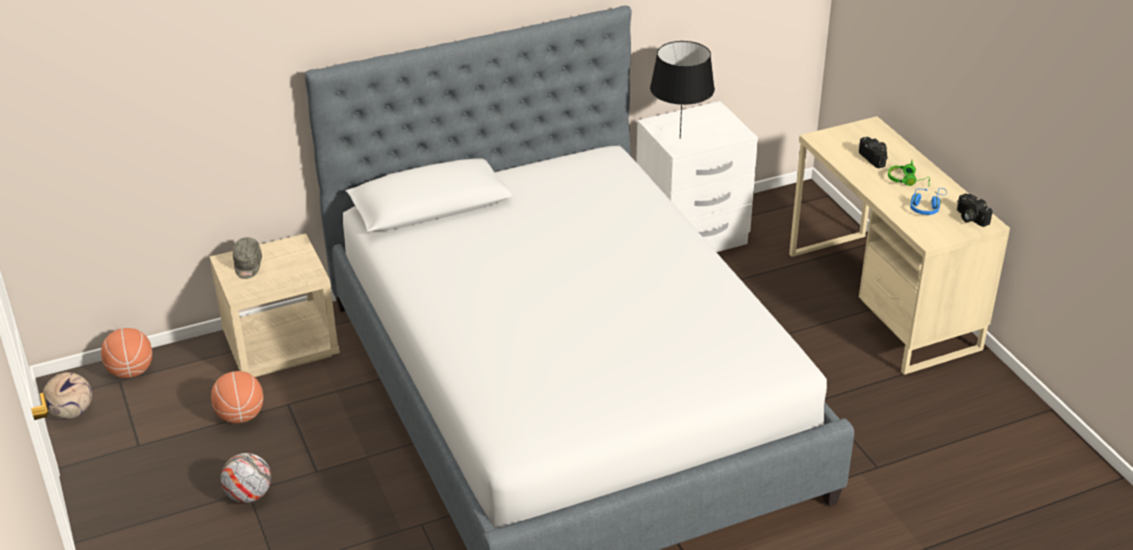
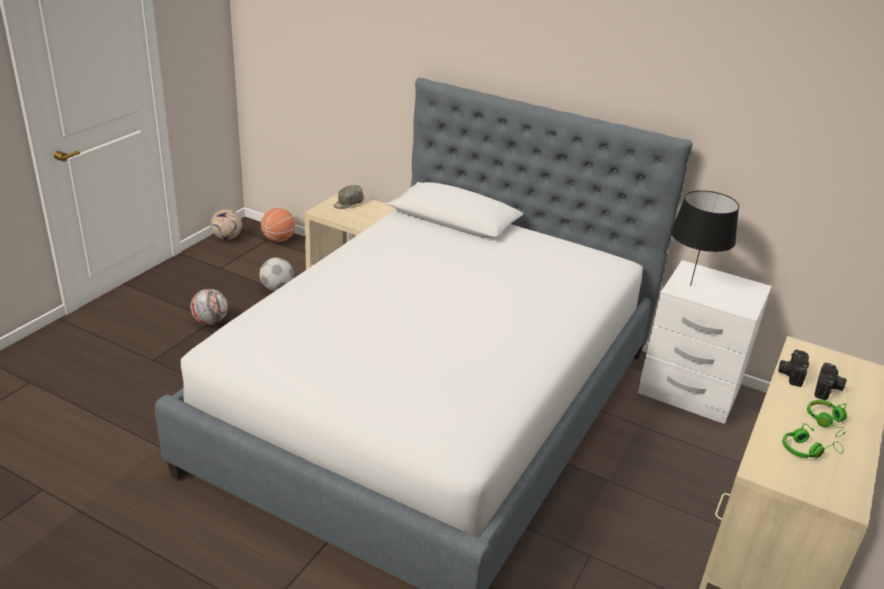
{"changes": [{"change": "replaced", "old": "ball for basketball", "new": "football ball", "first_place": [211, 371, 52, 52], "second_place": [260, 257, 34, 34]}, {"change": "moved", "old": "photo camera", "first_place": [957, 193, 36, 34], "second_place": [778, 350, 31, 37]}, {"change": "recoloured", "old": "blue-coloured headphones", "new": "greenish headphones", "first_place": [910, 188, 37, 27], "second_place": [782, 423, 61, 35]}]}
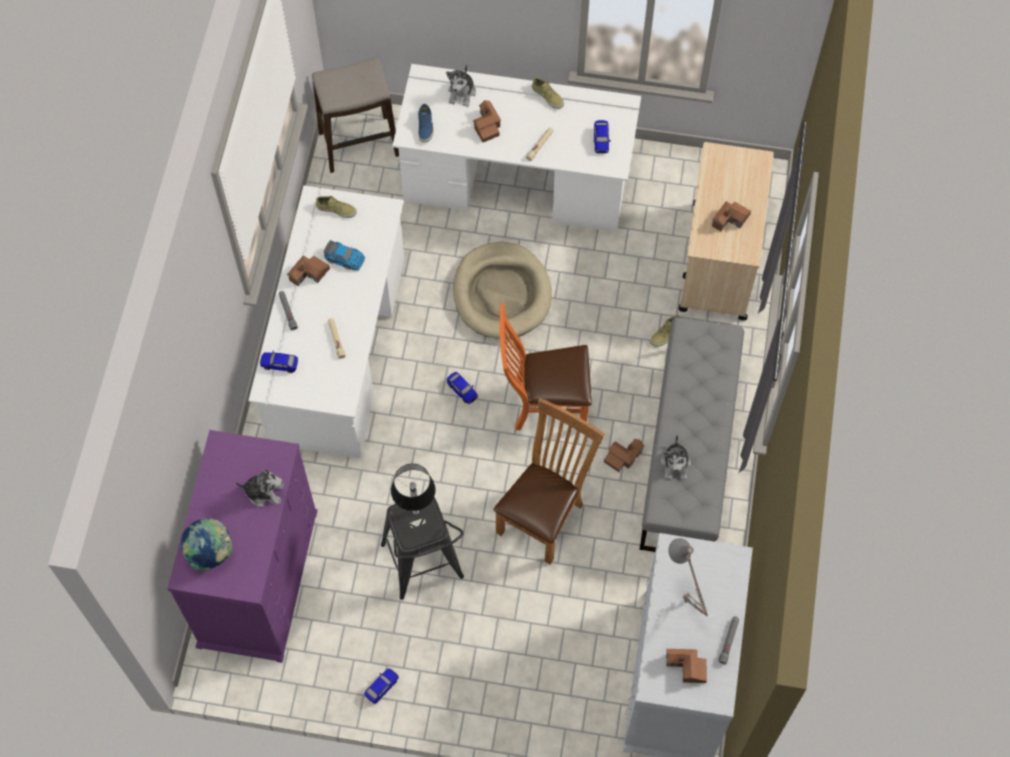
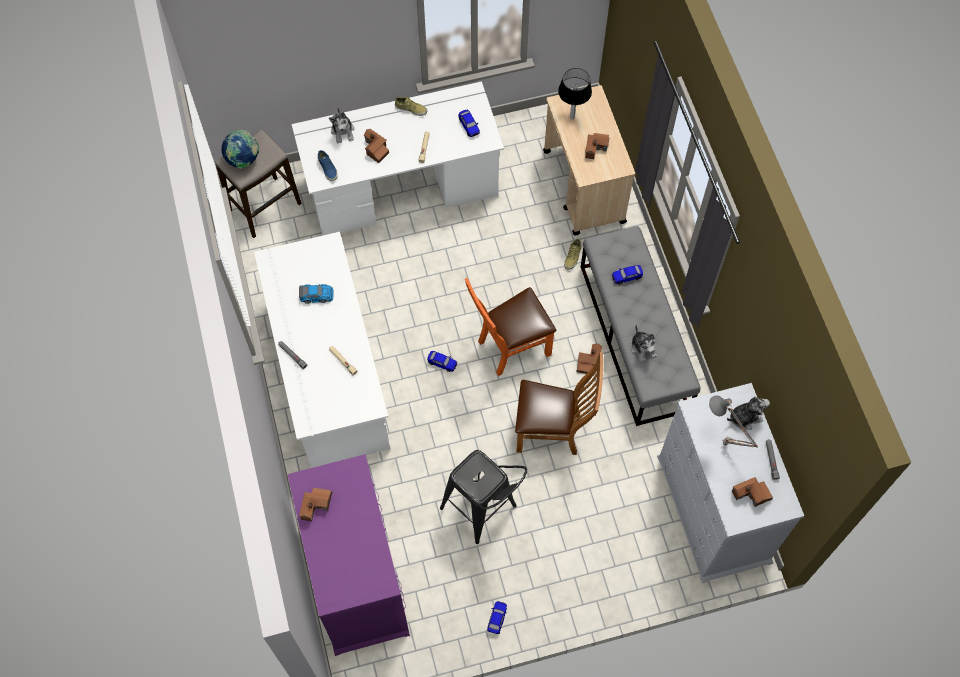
{"changes": [{"change": "moved", "old": "desk globe", "first_place": [181, 518, 51, 52], "second_place": [221, 130, 38, 39]}, {"change": "moved", "old": "model house", "first_place": [287, 255, 43, 31], "second_place": [299, 488, 33, 33]}, {"change": "turned", "old": "brown upright chair", "first_place": [494, 398, 110, 167], "second_place": [515, 352, 88, 103], "degrees": 90}, {"change": "moved", "old": "tabletop lamp", "first_place": [391, 464, 45, 51], "second_place": [558, 68, 34, 51]}, {"change": "moved", "old": "miniature car", "first_place": [260, 351, 38, 22], "second_place": [612, 265, 31, 19]}, {"change": "moved", "old": "plush toy", "first_place": [235, 470, 49, 37], "second_place": [727, 397, 43, 33]}, {"change": "removed", "old": "beige-coloured item of footwear", "first_place": [316, 196, 41, 22]}, {"change": "removed", "old": "beige-coloured dog cushion", "first_place": [453, 242, 99, 97]}]}
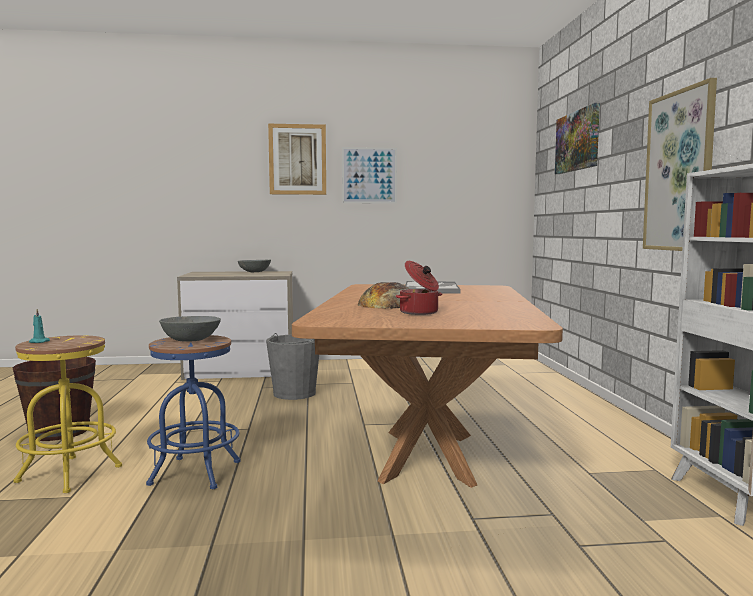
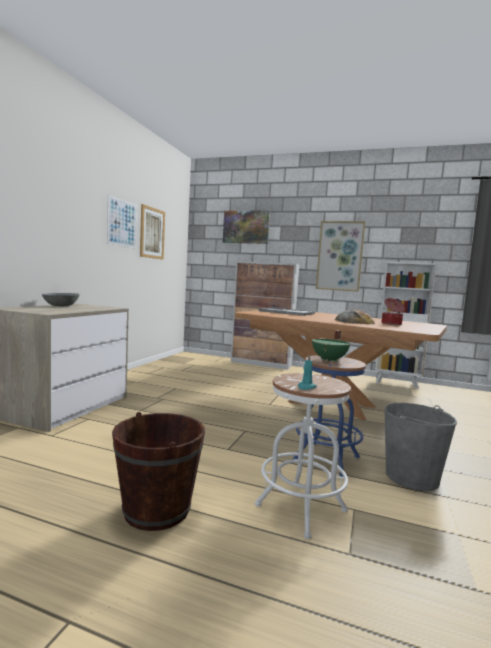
{"changes": [{"change": "moved", "old": "wall art", "first_place": [268, 124, 58, 71], "second_place": [140, 204, 25, 56]}, {"change": "added", "new": "cupboard", "second_place": [231, 261, 68, 109]}, {"change": "recoloured", "old": "yellow stool seat", "new": "white-coloured stool seat", "first_place": [14, 335, 108, 158], "second_place": [255, 373, 96, 166]}, {"change": "replaced", "old": "greyish serving bowl", "new": "greenish saucepot", "first_place": [159, 316, 62, 26], "second_place": [312, 330, 38, 32]}, {"change": "moved", "old": "greyish water bucket", "first_place": [266, 333, 53, 67], "second_place": [385, 403, 72, 88]}]}
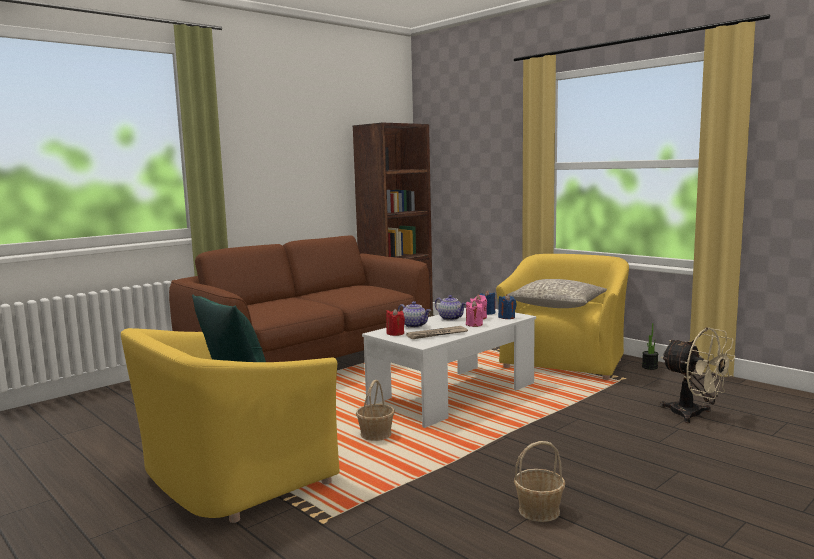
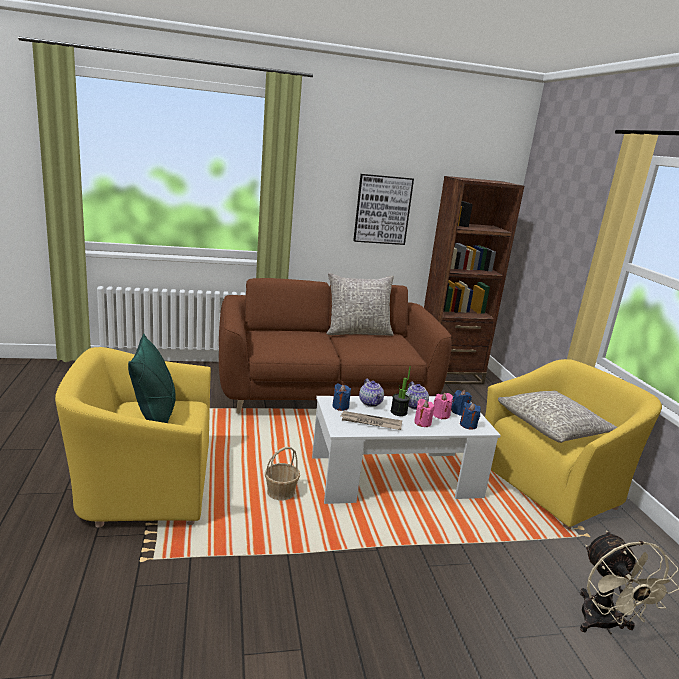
{"changes": [{"change": "added", "new": "greyish cushion", "second_place": [326, 273, 68, 63]}, {"change": "recoloured", "old": "red-coloured wax candle", "new": "blue-coloured wax candle", "first_place": [386, 308, 19, 28], "second_place": [332, 384, 19, 27]}, {"change": "added", "new": "wall art", "second_place": [353, 174, 61, 71]}, {"change": "moved", "old": "houseplant", "first_place": [642, 323, 16, 47], "second_place": [391, 366, 20, 50]}, {"change": "removed", "old": "basket", "first_place": [514, 441, 51, 81]}]}
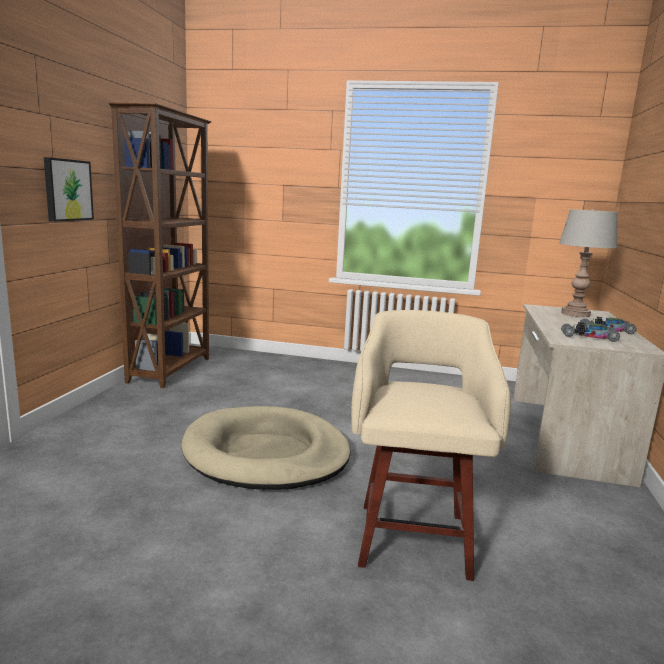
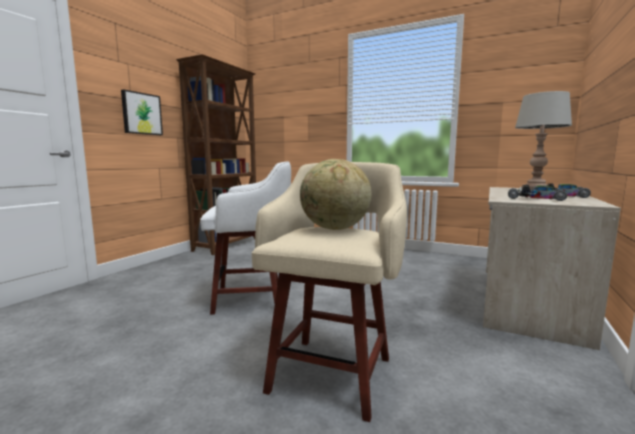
{"changes": [{"change": "replaced", "old": "beige-coloured dog cushion", "new": "white-coloured stool seat", "first_place": [181, 406, 170, 84], "second_place": [200, 161, 91, 154]}, {"change": "added", "new": "desk globe", "second_place": [300, 159, 72, 71]}]}
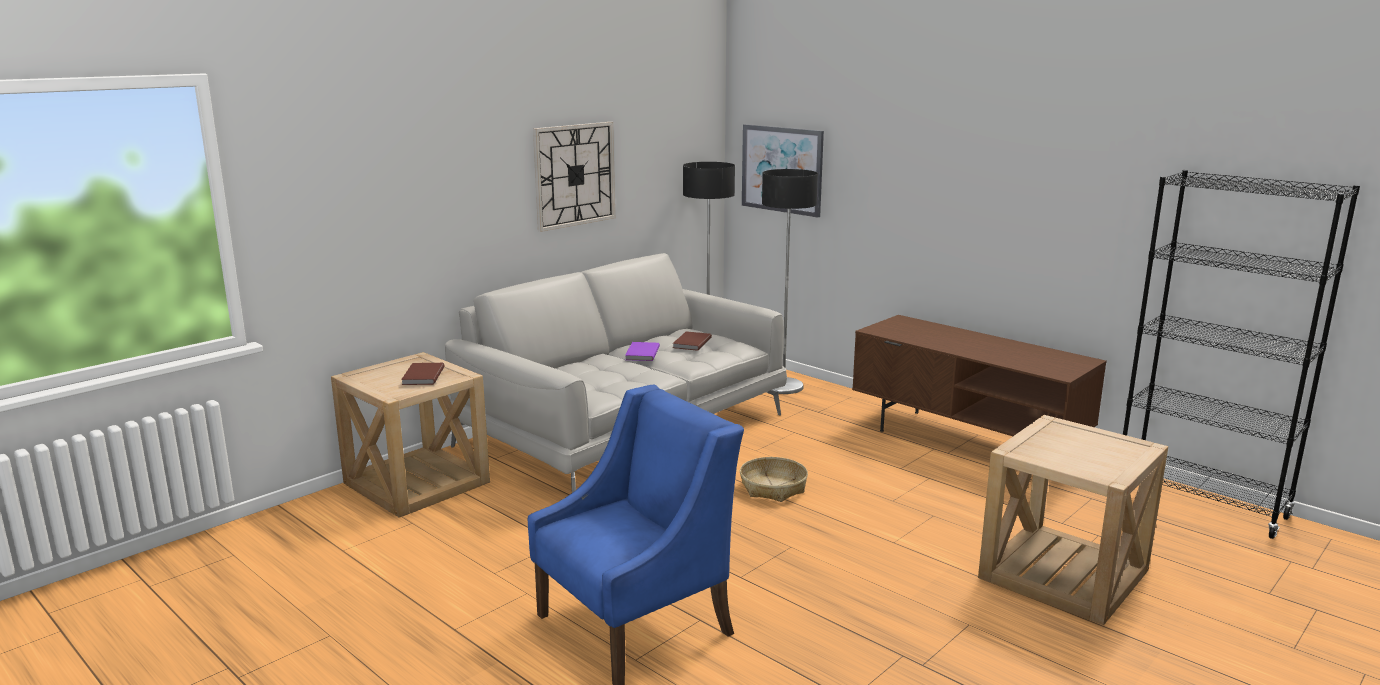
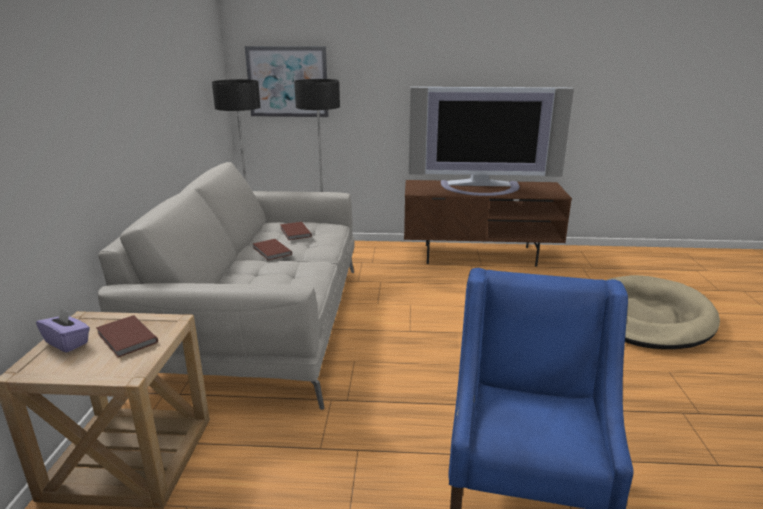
{"changes": [{"change": "added", "new": "purple-coloured box of tissues", "second_place": [36, 308, 54, 45]}, {"change": "recoloured", "old": "purple-coloured volume", "new": "brown volume", "first_place": [625, 342, 35, 19], "second_place": [253, 239, 39, 21]}, {"change": "added", "new": "television", "second_place": [408, 87, 166, 109]}, {"change": "replaced", "old": "beige-coloured accent table", "new": "beige-coloured dog cushion", "first_place": [978, 415, 190, 210], "second_place": [607, 275, 113, 74]}, {"change": "removed", "old": "hanging clock", "first_place": [533, 122, 82, 110]}, {"change": "removed", "old": "basket", "first_place": [740, 457, 68, 45]}, {"change": "removed", "old": "black bookshelf", "first_place": [1123, 170, 237, 369]}]}
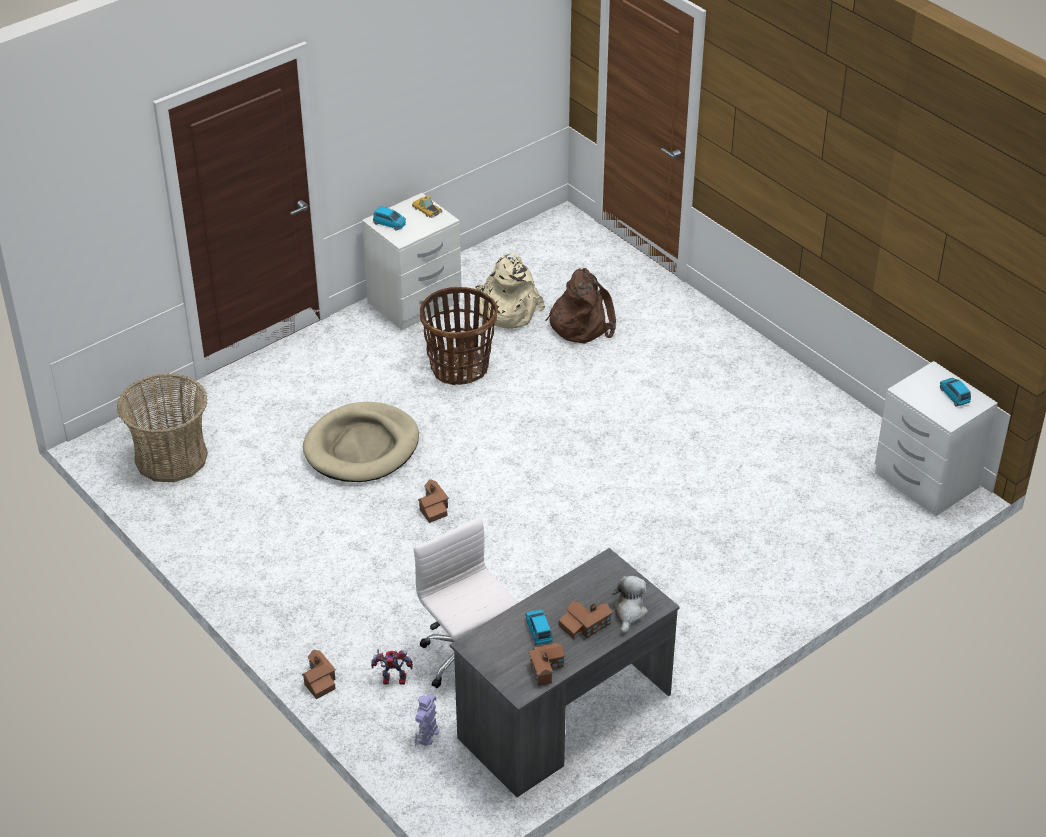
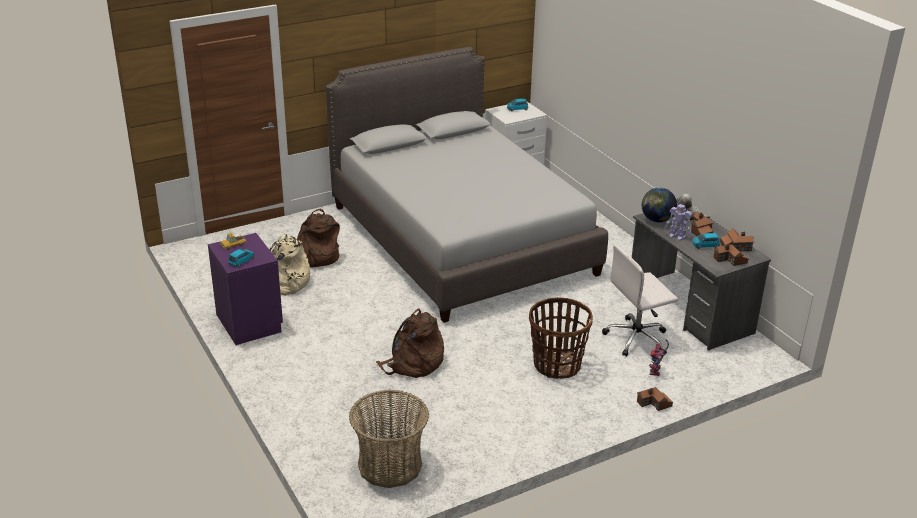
{"changes": [{"change": "recoloured", "old": "white-coloured nightstand", "new": "purple-coloured nightstand", "first_place": [362, 193, 99, 137], "second_place": [208, 233, 75, 112]}, {"change": "added", "new": "greyish sleeping bed", "second_place": [326, 47, 282, 276]}, {"change": "replaced", "old": "beige-coloured dog cushion", "new": "brown rucksack", "first_place": [303, 402, 116, 80], "second_place": [376, 308, 68, 70]}, {"change": "moved", "old": "basket", "first_place": [420, 287, 78, 98], "second_place": [529, 297, 64, 82]}, {"change": "added", "new": "desk globe", "second_place": [642, 187, 35, 35]}, {"change": "moved", "old": "toy robot", "first_place": [415, 694, 24, 52], "second_place": [664, 204, 28, 37]}, {"change": "moved", "old": "model house", "first_place": [418, 479, 31, 44], "second_place": [714, 244, 34, 22]}]}
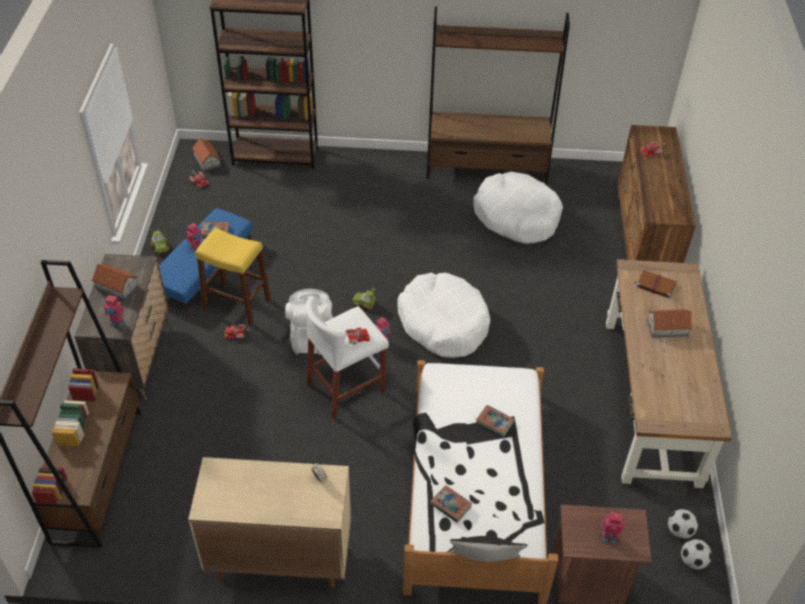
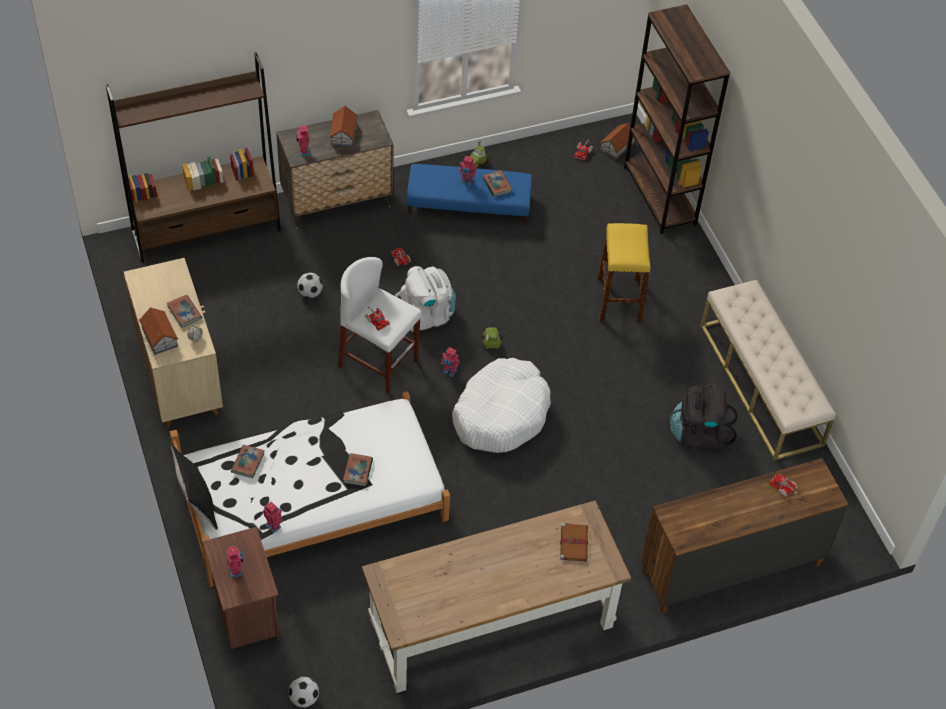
{"changes": [{"change": "moved", "old": "model house", "first_place": [647, 310, 45, 28], "second_place": [139, 307, 39, 48]}, {"change": "added", "new": "volume", "second_place": [166, 295, 36, 32]}, {"change": "added", "new": "toy robot", "second_place": [263, 502, 20, 32]}, {"change": "moved", "old": "football ball", "first_place": [668, 509, 30, 30], "second_place": [297, 273, 26, 25]}, {"change": "moved", "old": "yellow stool seat", "first_place": [195, 228, 76, 98], "second_place": [597, 223, 53, 100]}, {"change": "replaced", "old": "white-coloured dog cushion", "new": "black rucksack", "first_place": [473, 172, 90, 72], "second_place": [669, 383, 69, 66]}, {"change": "replaced", "old": "brown bookshelf", "new": "beige-coloured indoor bench", "first_place": [427, 6, 143, 179], "second_place": [700, 280, 136, 181]}]}
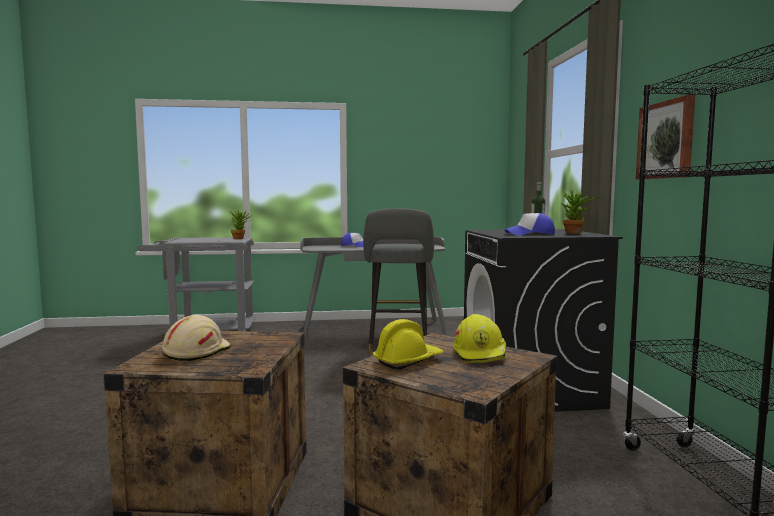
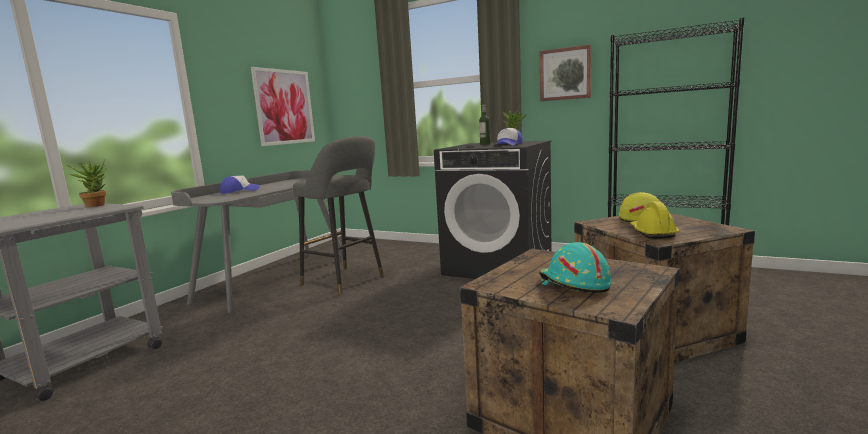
{"changes": [{"change": "added", "new": "wall art", "second_place": [251, 67, 64, 79]}, {"change": "recoloured", "old": "beige-coloured work helmet", "new": "turquoise work helmet", "first_place": [162, 315, 69, 46], "second_place": [539, 242, 73, 51]}]}
